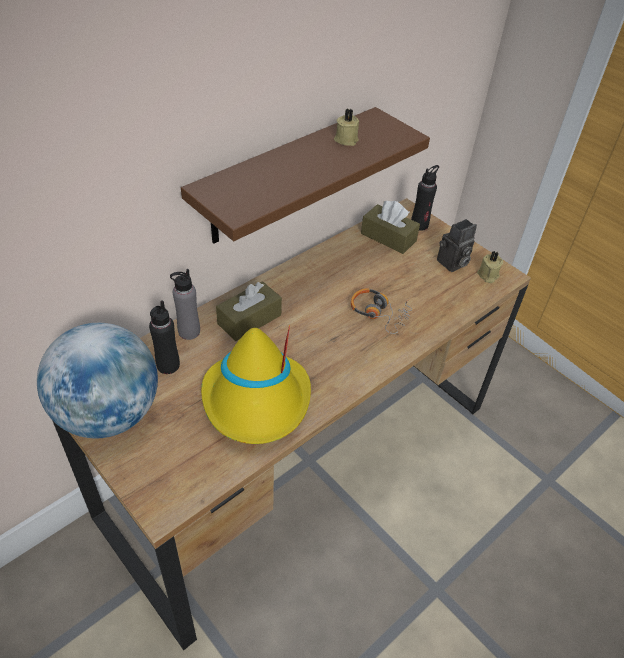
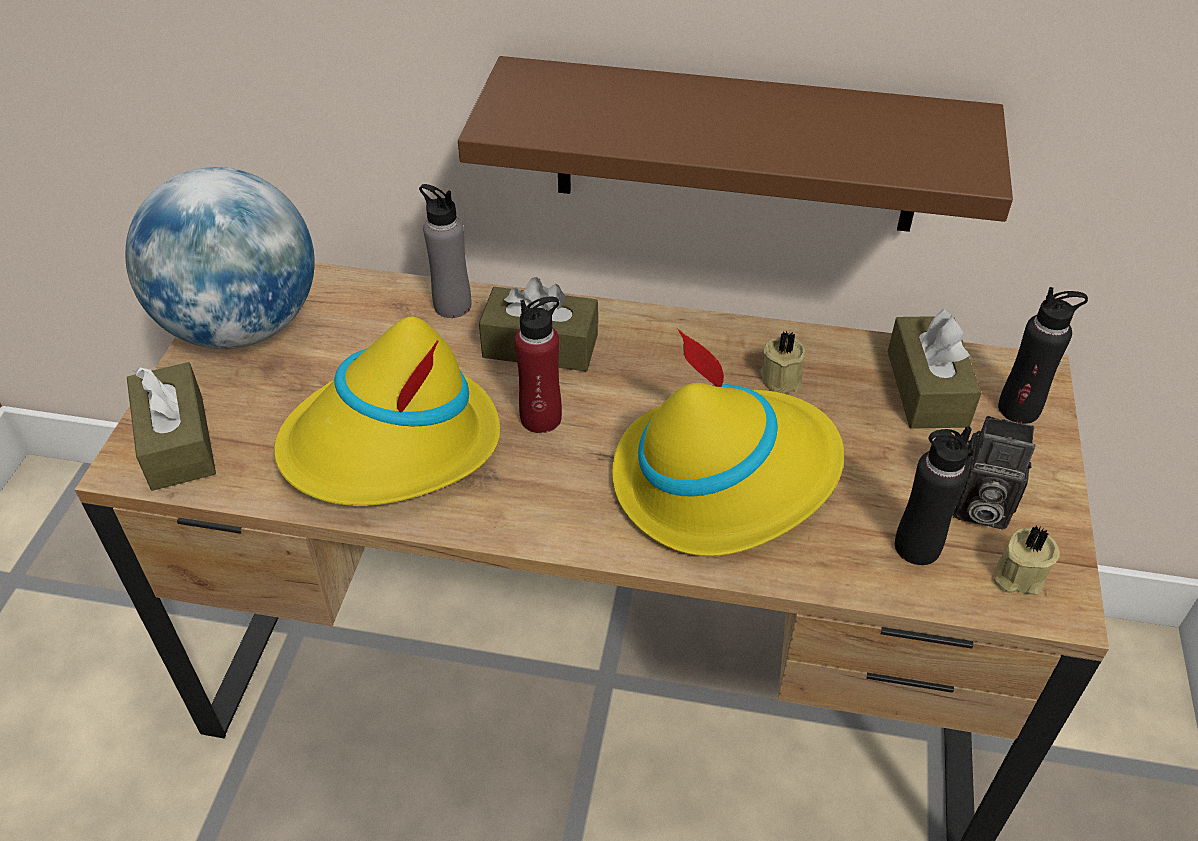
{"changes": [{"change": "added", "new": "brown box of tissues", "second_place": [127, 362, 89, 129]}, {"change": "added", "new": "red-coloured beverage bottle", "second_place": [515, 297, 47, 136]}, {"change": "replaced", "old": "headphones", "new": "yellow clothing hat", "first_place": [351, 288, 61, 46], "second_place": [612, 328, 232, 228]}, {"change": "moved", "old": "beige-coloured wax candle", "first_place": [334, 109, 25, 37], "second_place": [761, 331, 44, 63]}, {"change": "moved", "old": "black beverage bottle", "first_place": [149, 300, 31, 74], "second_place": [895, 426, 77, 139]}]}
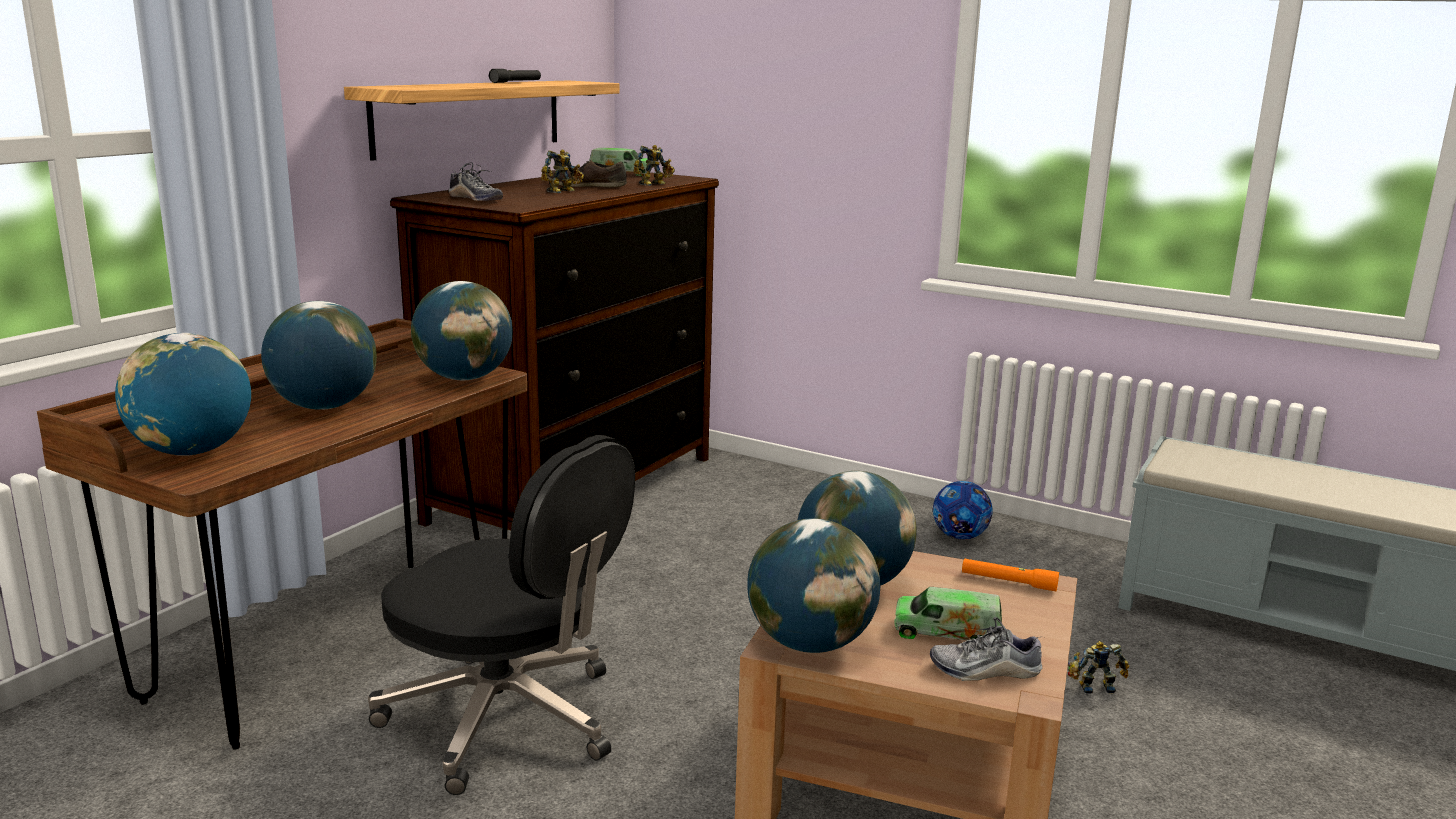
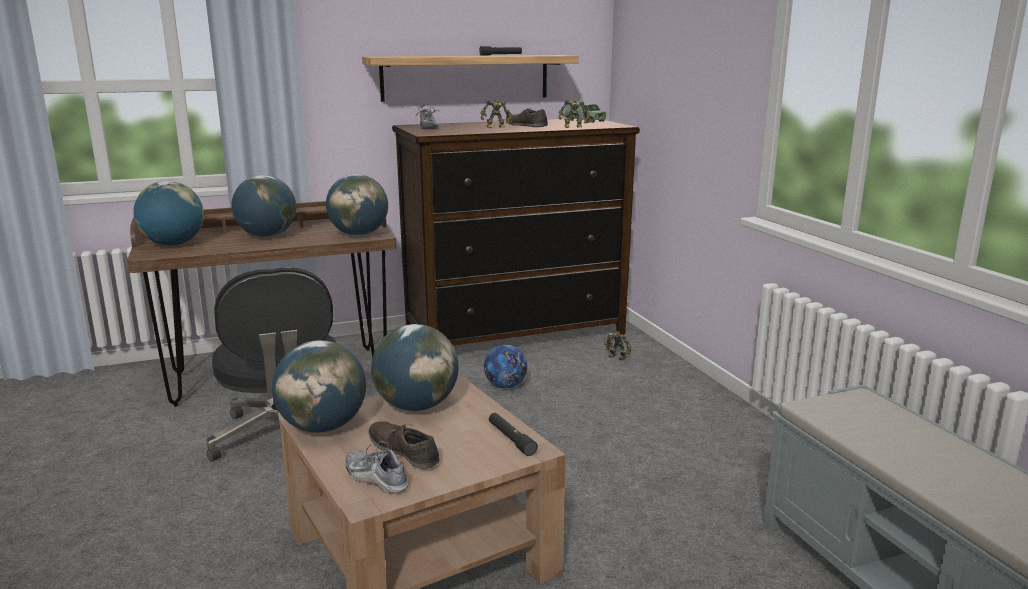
{"changes": [{"change": "replaced", "old": "toy truck", "new": "brown item of footwear", "first_place": [894, 587, 108, 53], "second_place": [369, 421, 71, 48]}, {"change": "moved", "old": "football ball", "first_place": [933, 481, 60, 59], "second_place": [484, 345, 43, 43]}, {"change": "recoloured", "old": "orange torch", "new": "black torch", "first_place": [962, 559, 97, 33], "second_place": [489, 413, 49, 43]}, {"change": "moved", "old": "toy robot", "first_place": [1068, 641, 61, 53], "second_place": [604, 332, 27, 29]}]}
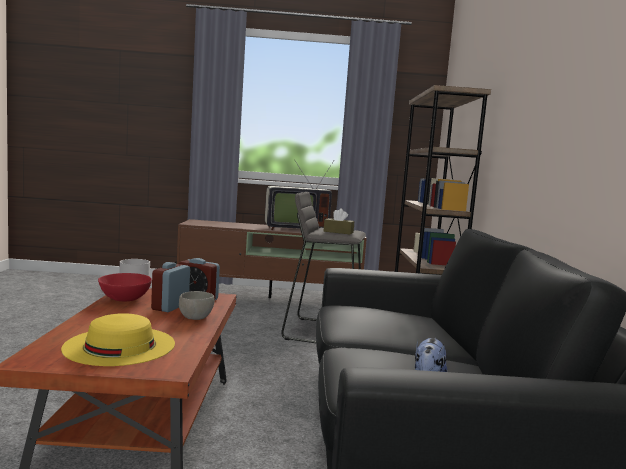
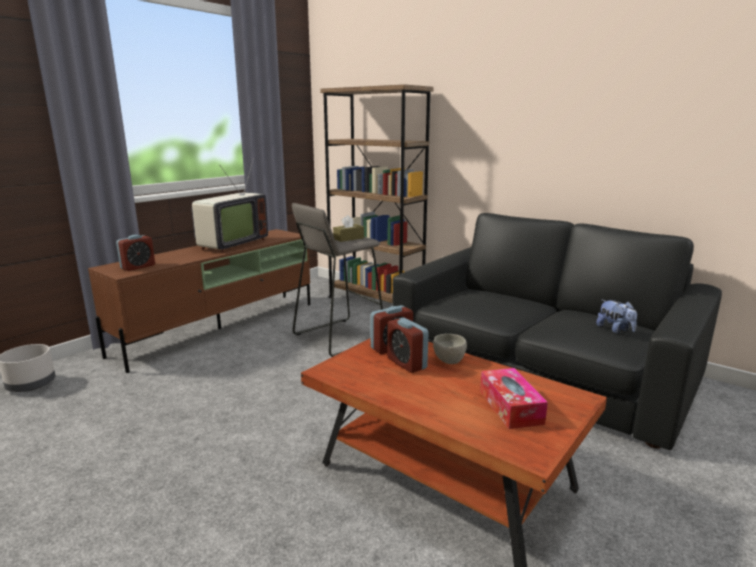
{"changes": [{"change": "added", "new": "table clock", "second_place": [116, 235, 39, 36]}, {"change": "replaced", "old": "yellow clothing hat", "new": "box of tissues", "first_place": [61, 313, 114, 53], "second_place": [480, 368, 68, 61]}, {"change": "removed", "old": "red-coloured serving bowl", "first_place": [98, 273, 54, 29]}]}
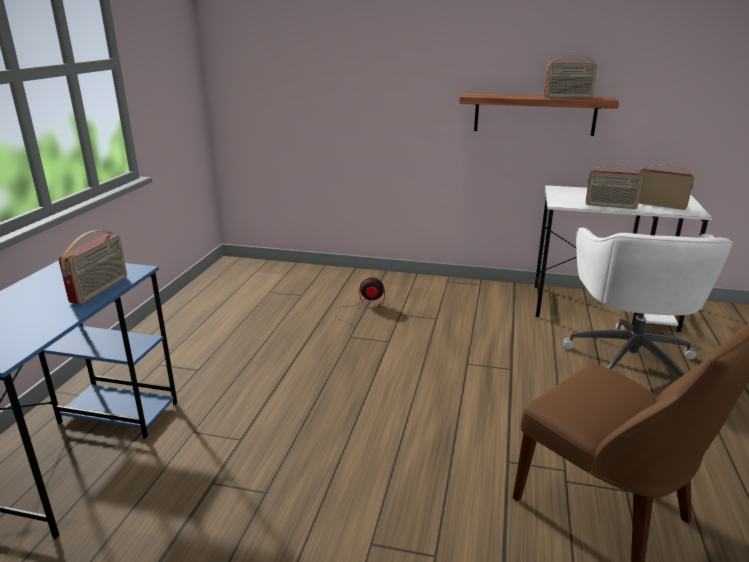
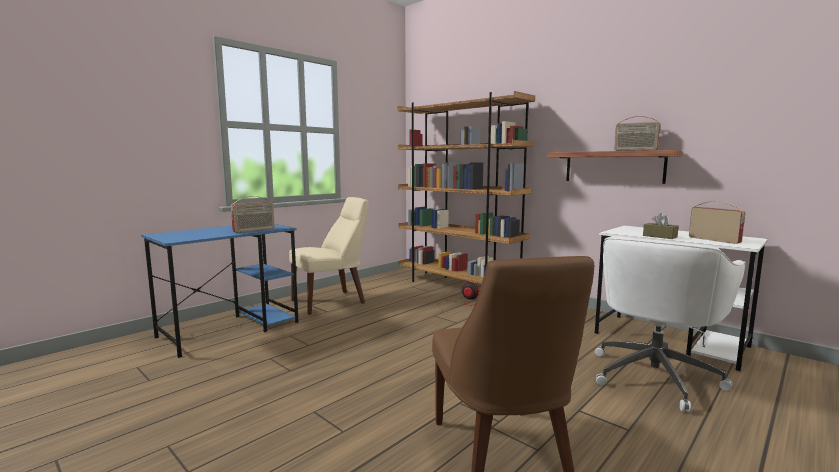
{"changes": [{"change": "added", "new": "beige-coloured upright chair", "second_place": [289, 197, 80, 118]}, {"change": "added", "new": "brown bookshelf", "second_place": [398, 91, 137, 193]}, {"change": "replaced", "old": "radio", "new": "brown box of tissues", "first_place": [586, 164, 58, 45], "second_place": [643, 213, 36, 26]}]}
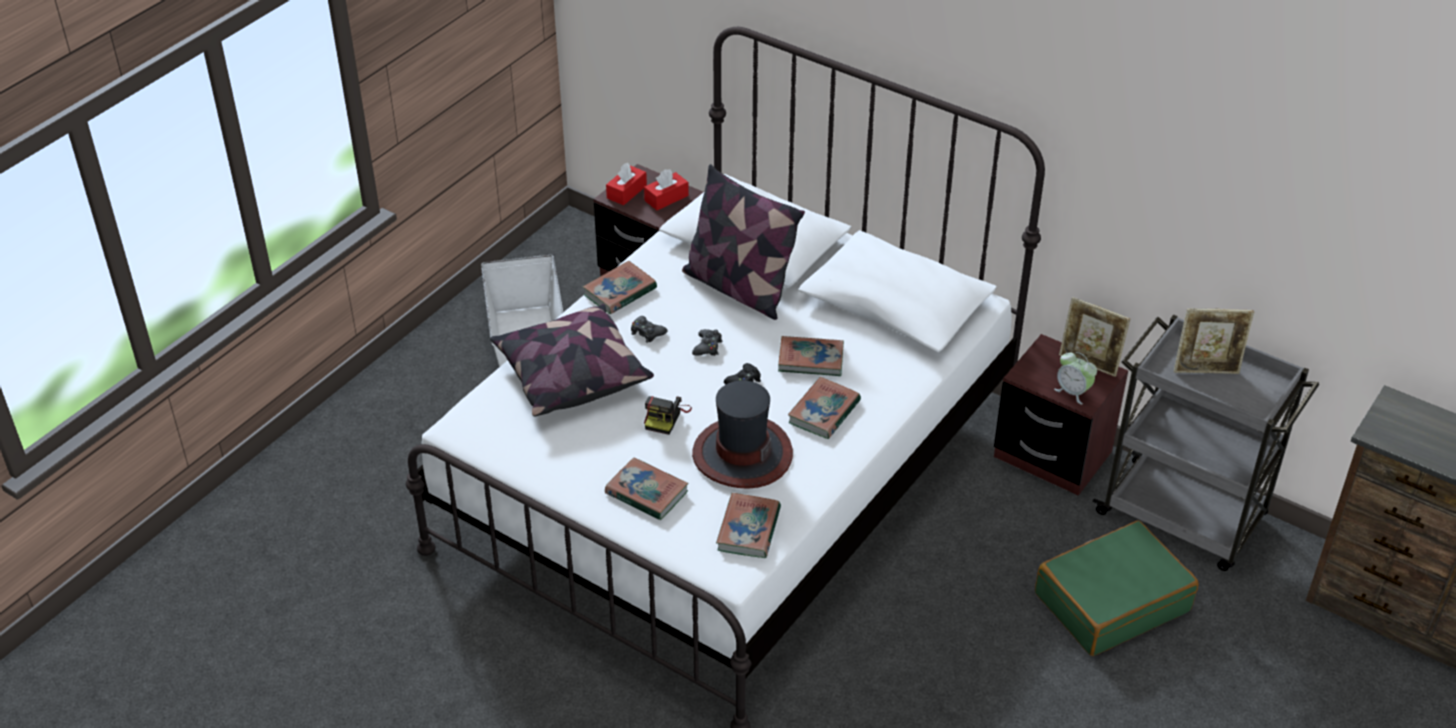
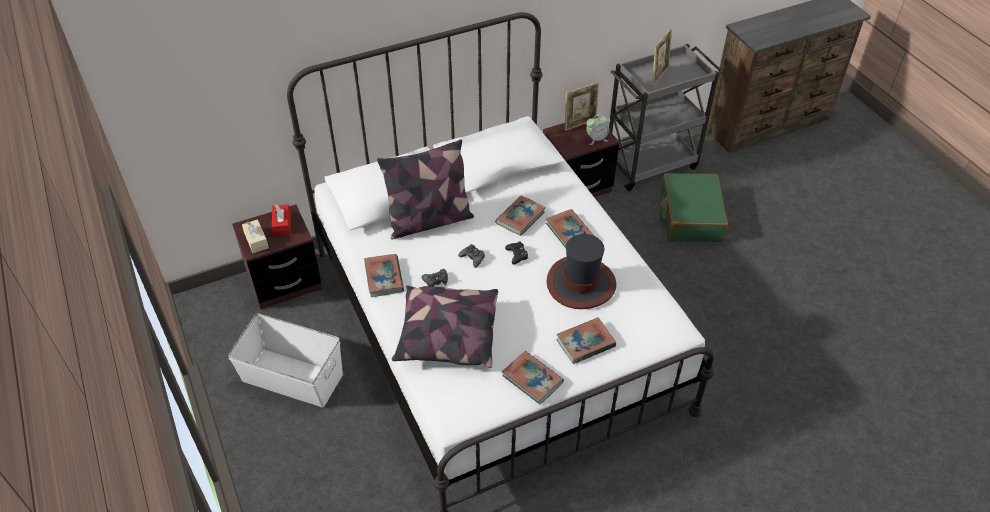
{"changes": [{"change": "recoloured", "old": "red-coloured box of tissues", "new": "beige-coloured box of tissues", "first_place": [606, 163, 41, 42], "second_place": [242, 219, 27, 34]}, {"change": "moved", "old": "volume", "first_place": [716, 493, 65, 65], "second_place": [502, 351, 62, 54]}, {"change": "removed", "old": "photo camera", "first_place": [644, 396, 48, 39]}]}
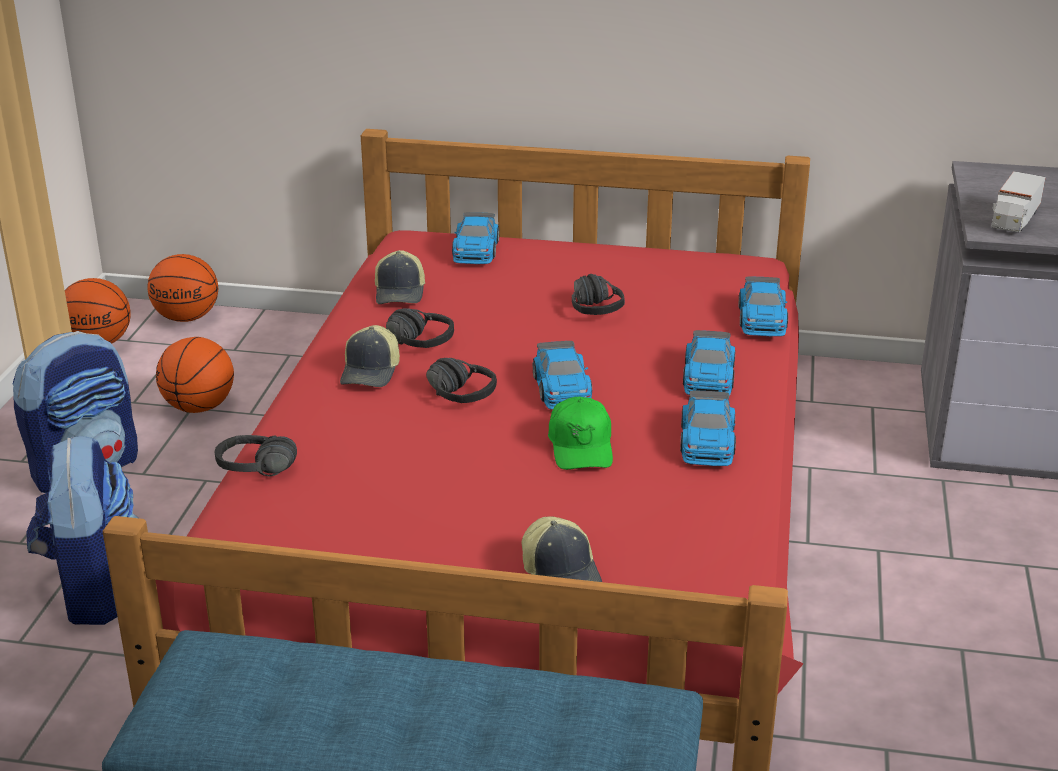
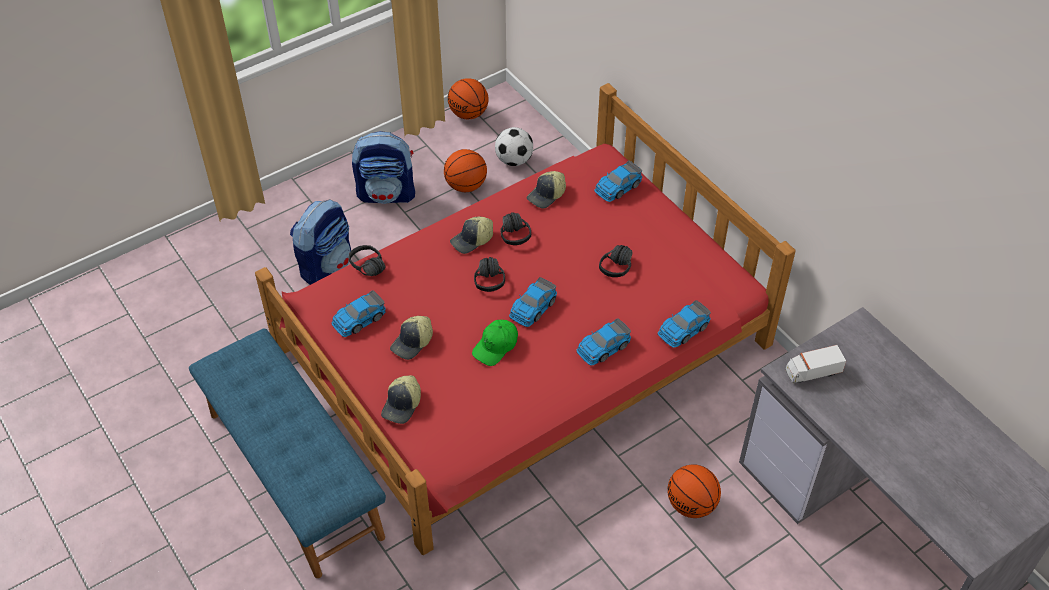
{"changes": [{"change": "moved", "old": "miniature car", "first_place": [680, 390, 56, 76], "second_place": [331, 290, 55, 47]}, {"change": "added", "new": "cap", "second_place": [390, 316, 43, 44]}, {"change": "added", "new": "football ball", "second_place": [495, 127, 38, 39]}, {"change": "moved", "old": "ball for basketball", "first_place": [147, 254, 71, 68], "second_place": [667, 465, 54, 53]}]}
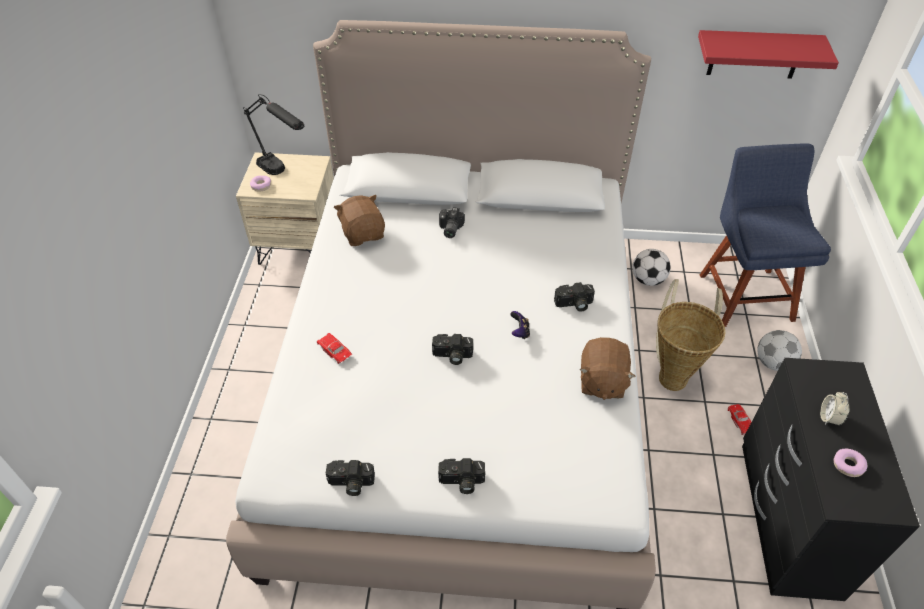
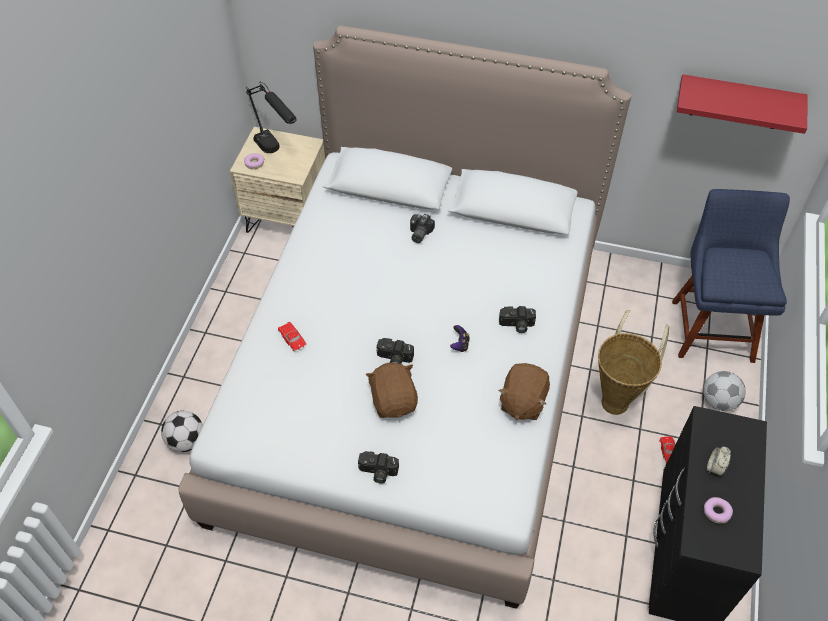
{"changes": [{"change": "moved", "old": "football ball", "first_place": [632, 249, 39, 37], "second_place": [161, 411, 42, 41]}, {"change": "moved", "old": "brown plush toy", "first_place": [334, 195, 51, 51], "second_place": [366, 362, 52, 56]}, {"change": "removed", "old": "photo camera", "first_place": [326, 460, 49, 36]}]}
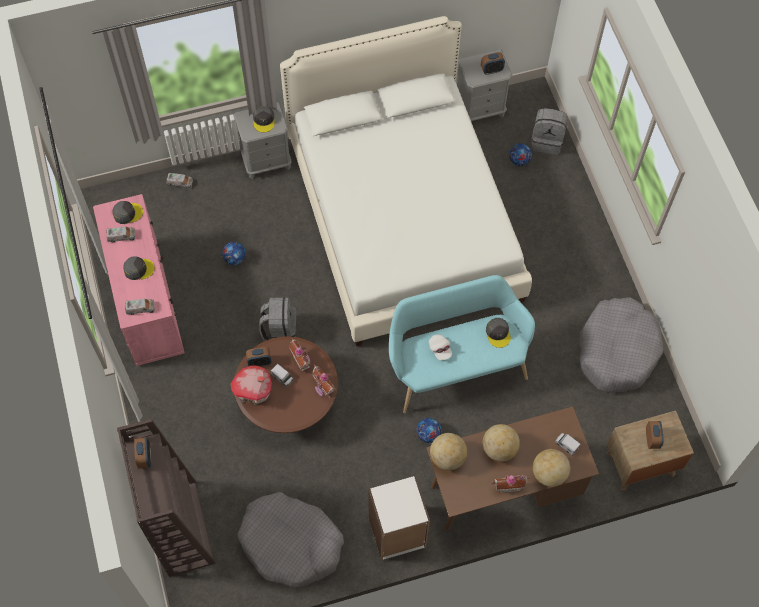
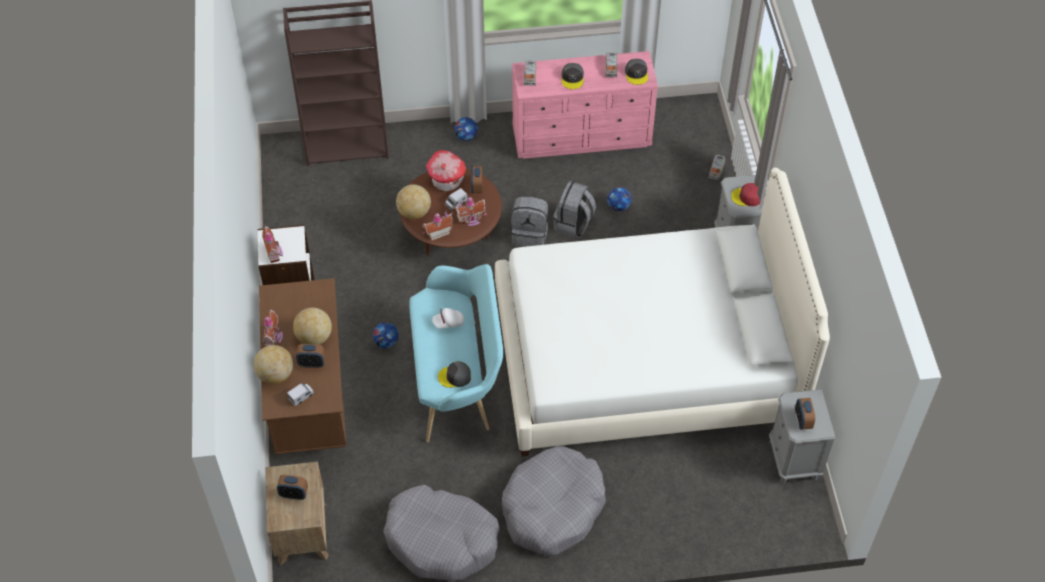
{"changes": [{"change": "added", "new": "model house", "second_place": [262, 225, 21, 38]}, {"change": "moved", "old": "table clock", "first_place": [134, 437, 17, 31], "second_place": [296, 344, 29, 24]}, {"change": "moved", "old": "desk globe", "first_place": [430, 433, 37, 38], "second_place": [396, 184, 35, 35]}, {"change": "moved", "old": "football ball", "first_place": [509, 144, 23, 22], "second_place": [454, 117, 24, 24]}, {"change": "moved", "old": "greyish dog cushion", "first_place": [237, 492, 107, 96], "second_place": [502, 446, 104, 110]}, {"change": "moved", "old": "greyish rucksack", "first_place": [531, 108, 37, 47], "second_place": [553, 181, 43, 56]}, {"change": "recoloured", "old": "greyish cap", "new": "red-coloured cap", "first_place": [253, 106, 22, 27], "second_place": [731, 183, 29, 23]}]}
